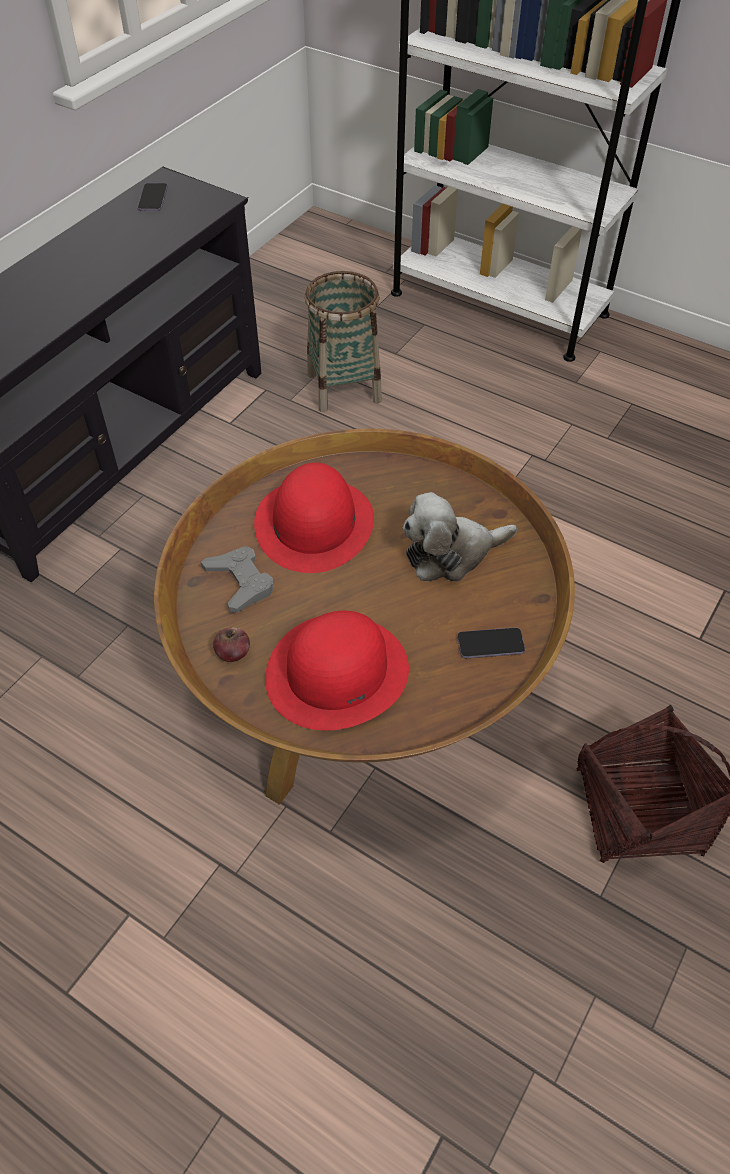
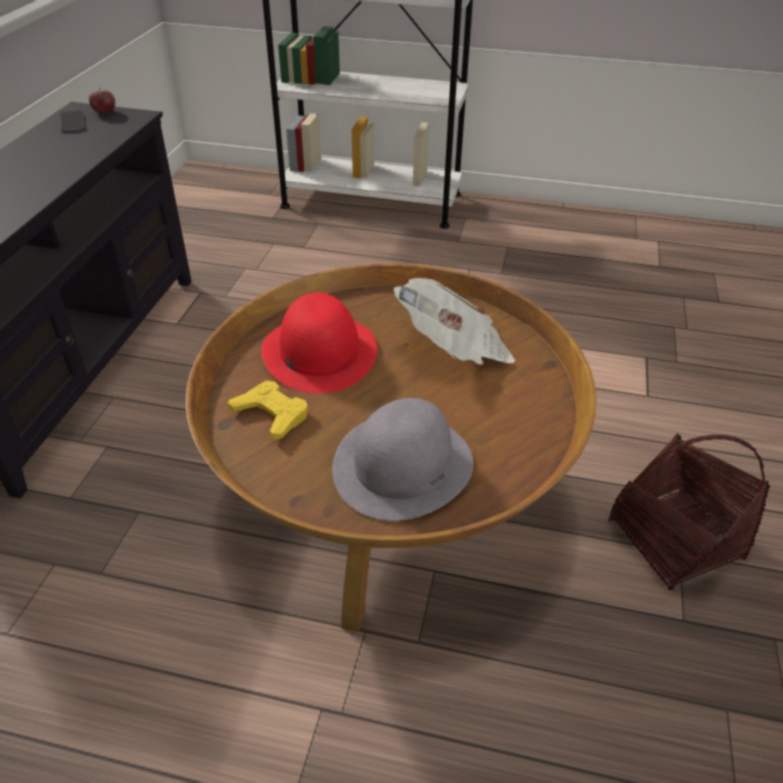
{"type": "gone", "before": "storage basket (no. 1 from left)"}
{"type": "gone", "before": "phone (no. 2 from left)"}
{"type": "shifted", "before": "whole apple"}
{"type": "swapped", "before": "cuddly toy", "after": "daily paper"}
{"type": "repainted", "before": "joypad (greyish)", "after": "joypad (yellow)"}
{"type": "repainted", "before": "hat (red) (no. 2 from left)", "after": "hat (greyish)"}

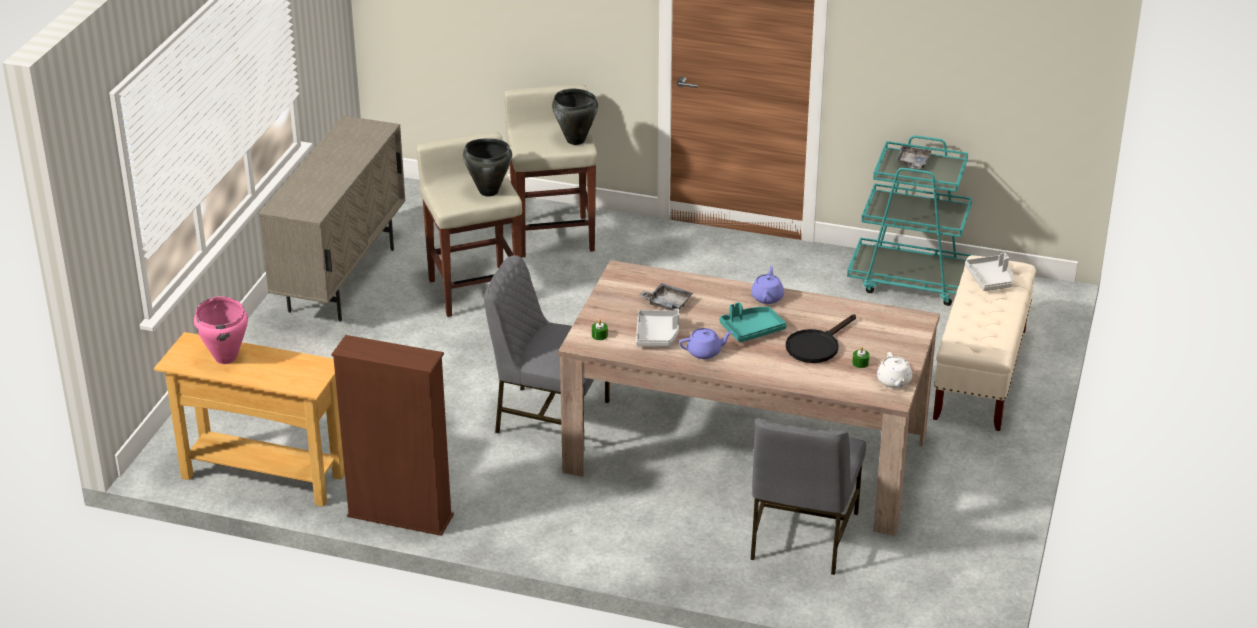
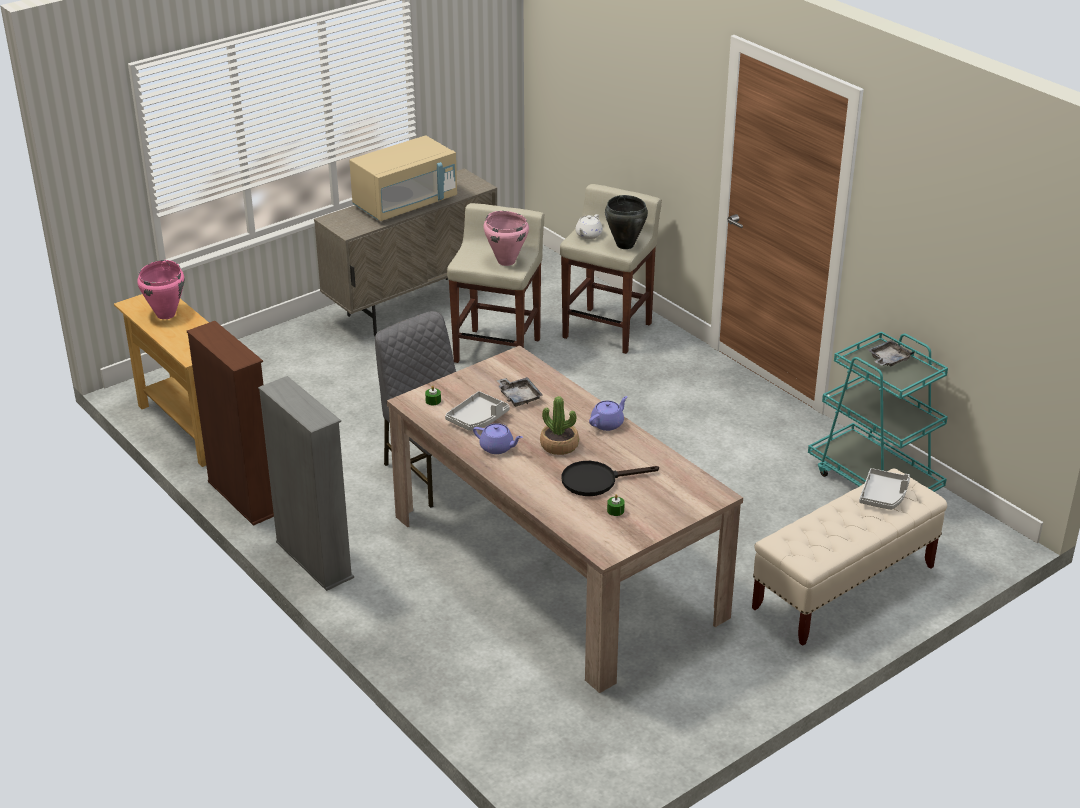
{"type": "gone", "before": "chair (greyish) (no. 2 from left)"}
{"type": "new", "after": "bookshelf (greyish)"}
{"type": "new", "after": "kitchen microwave (beige)"}
{"type": "shifted", "before": "teapot (whitish)"}
{"type": "swapped", "before": "carrying tray (blue-green)", "after": "plant in a pot"}
{"type": "repainted", "before": "saucepot (blackish) (no. 1 from left)", "after": "saucepot (pinkish) (no. 2 from left)"}

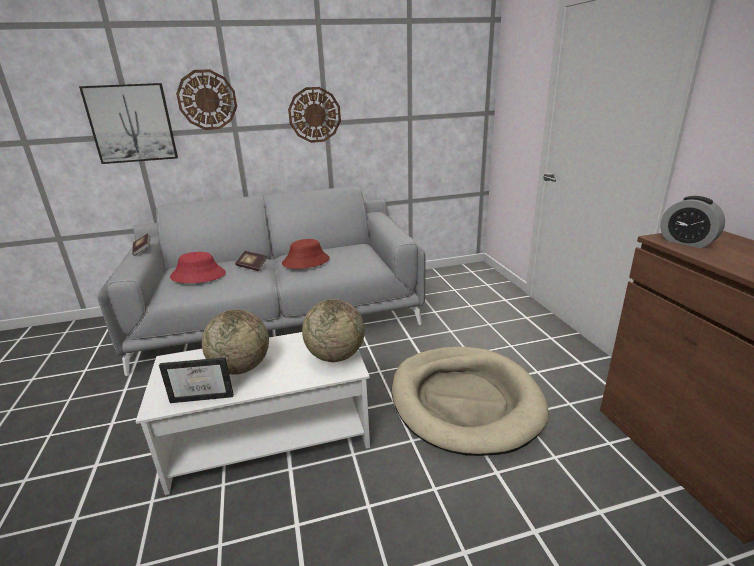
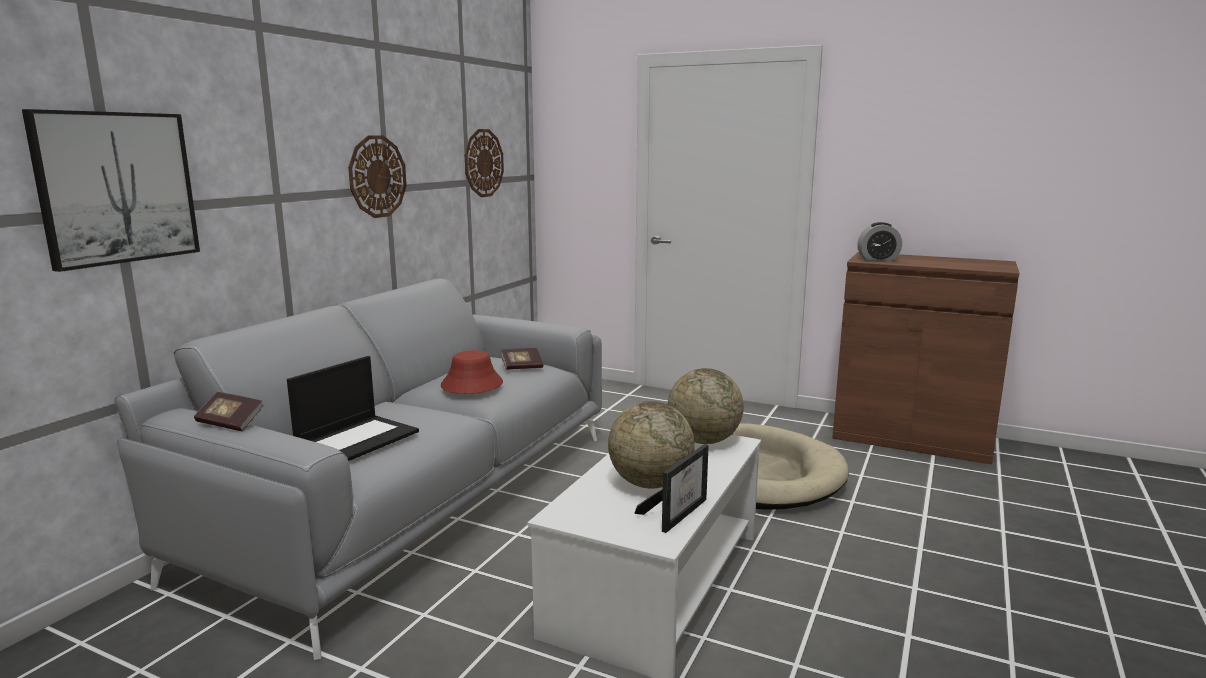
{"type": "shifted", "before": "hanging clock (no. 1 from left in the first image)", "after": "hanging clock (no. 2 from left)"}
{"type": "shifted", "before": "book (no. 2 from left)"}
{"type": "swapped", "before": "hat (red) (no. 1 from left)", "after": "laptop"}

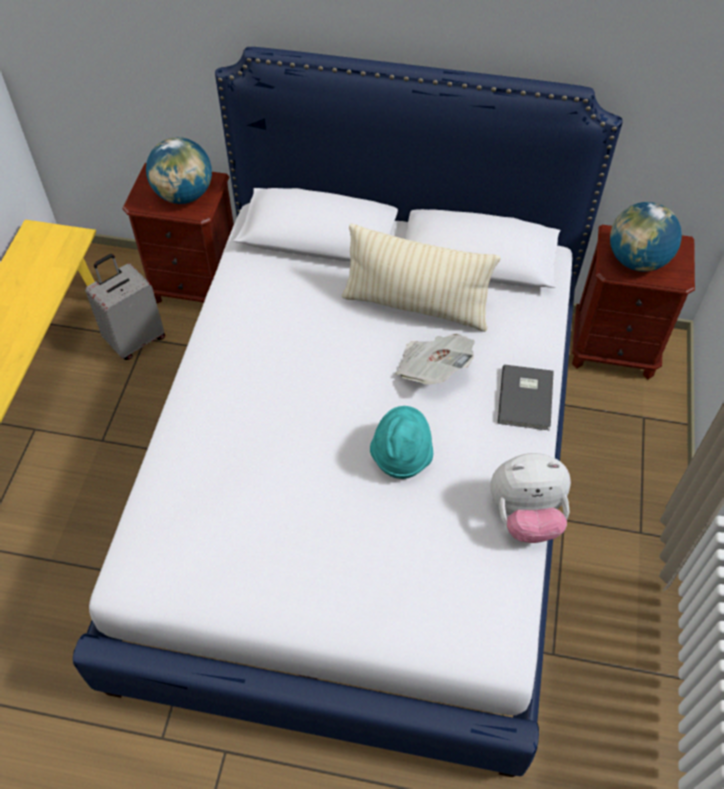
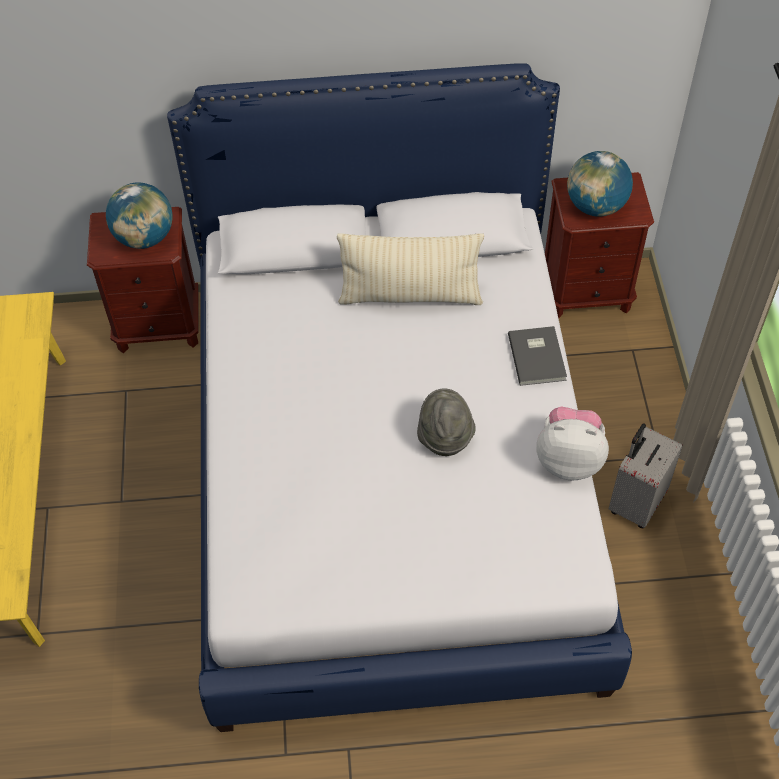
{"type": "gone", "before": "daily paper"}
{"type": "shifted", "before": "travel case (greyish)"}
{"type": "repainted", "before": "hat (blue-green)", "after": "hat (greyish)"}
{"type": "rotated", "before": "cuddly toy", "turn": -150}

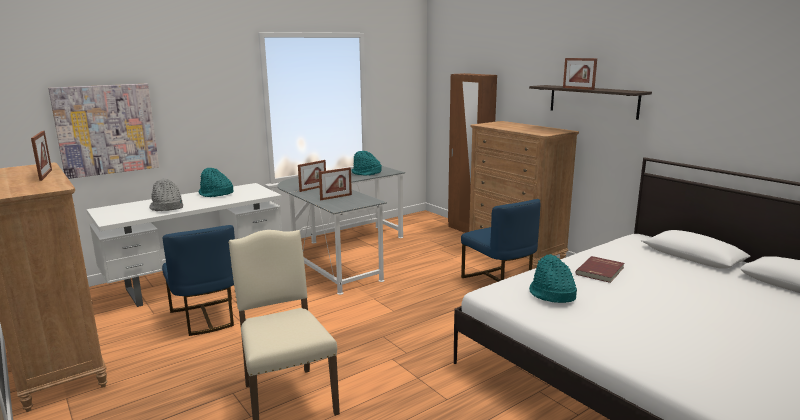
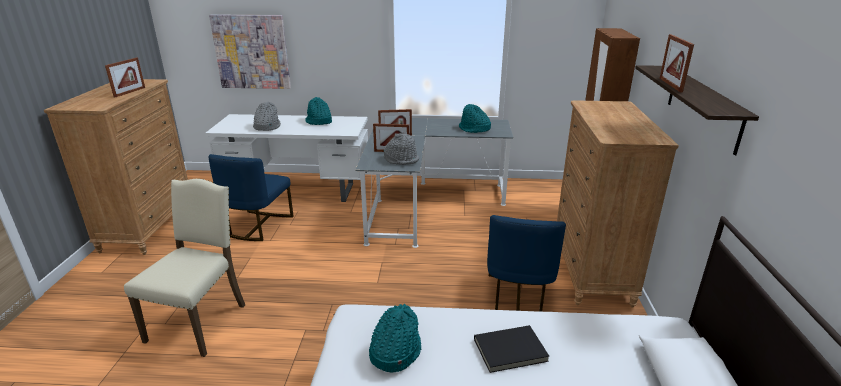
{"type": "new", "after": "hat (greyish) (no. 2 from left)"}
{"type": "repainted", "before": "book (red)", "after": "book (blackish)"}

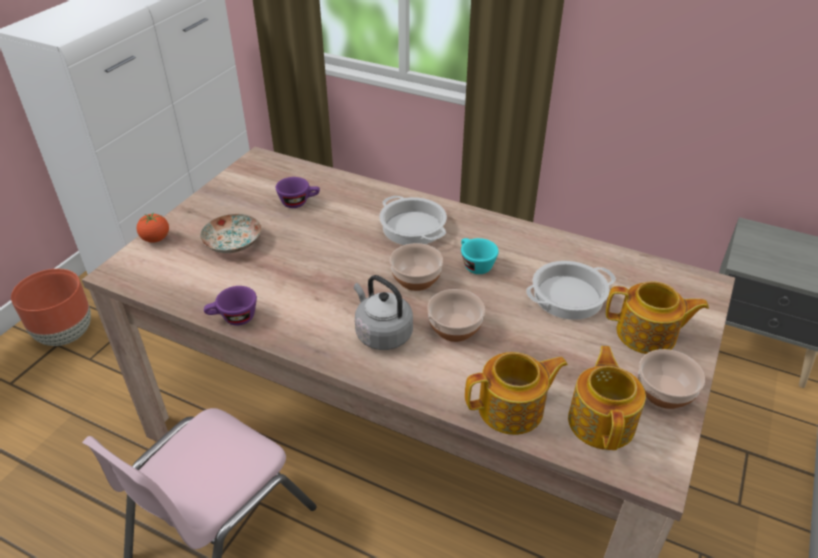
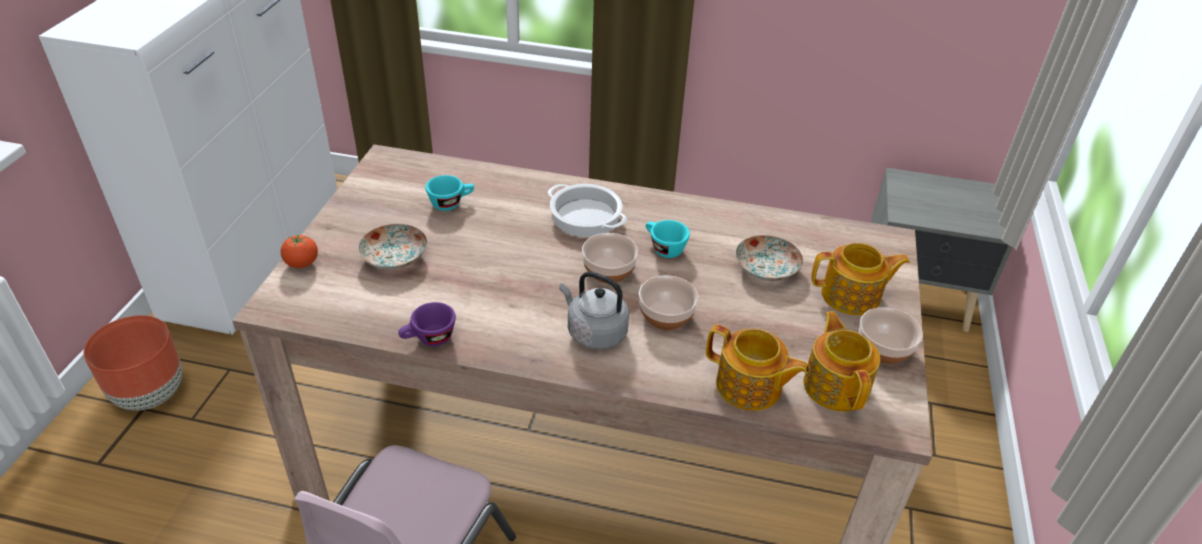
{"type": "swapped", "before": "saucepot (no. 2 from left)", "after": "plate (no. 2 from left)"}
{"type": "repainted", "before": "cup (purple-coloured) (no. 2 from left)", "after": "cup (blue-green) (no. 1 from left)"}
{"type": "rotated", "before": "teapot (no. 1 from left)", "turn": 60}

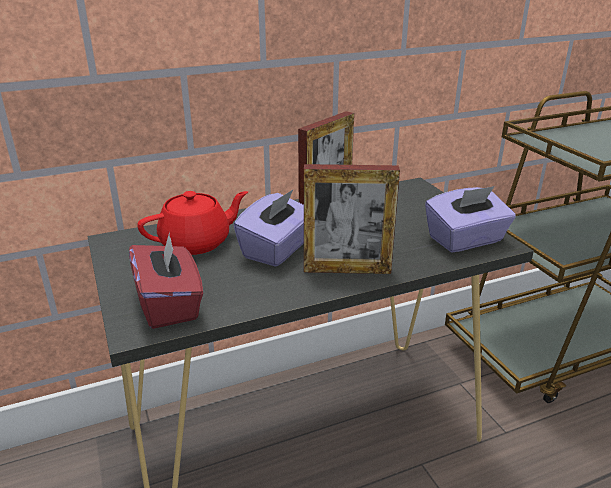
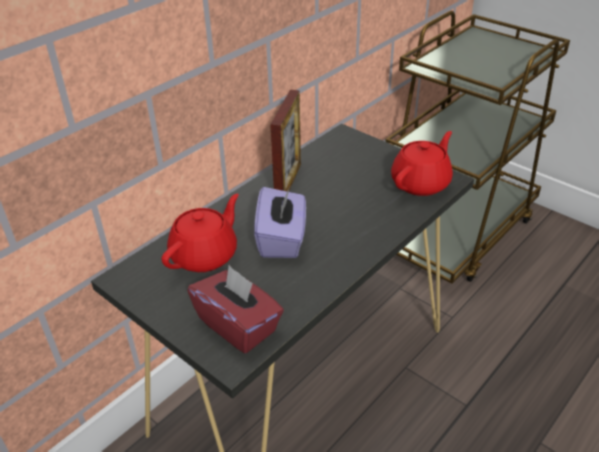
{"type": "gone", "before": "picture frame (no. 2 from left)"}
{"type": "swapped", "before": "tissue holder (purple-coloured) (no. 2 from left)", "after": "teapot (red) (no. 2 from left)"}

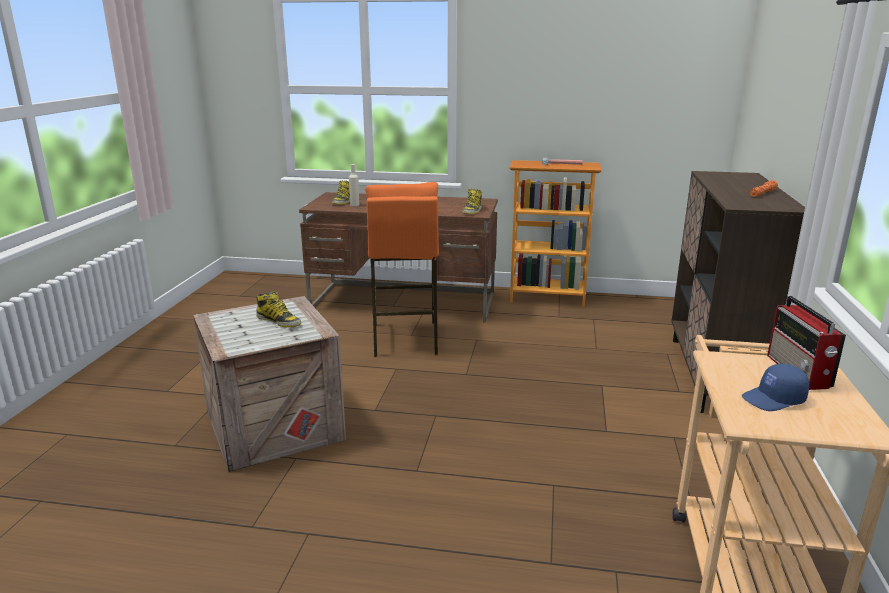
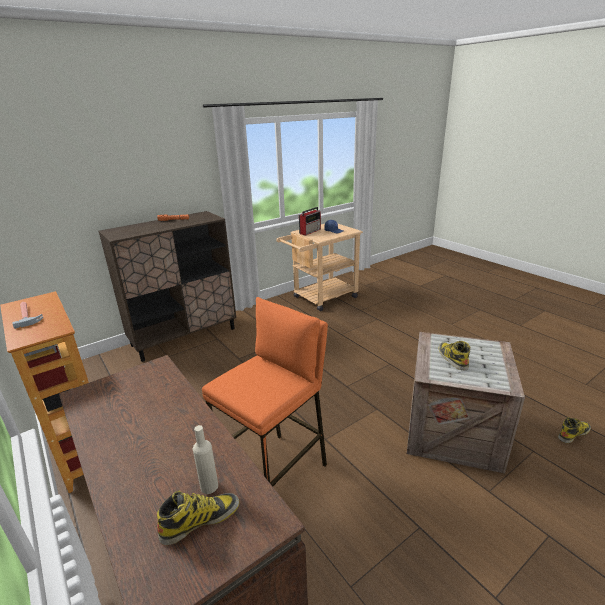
{"type": "shifted", "before": "boot (no. 3 from left)"}

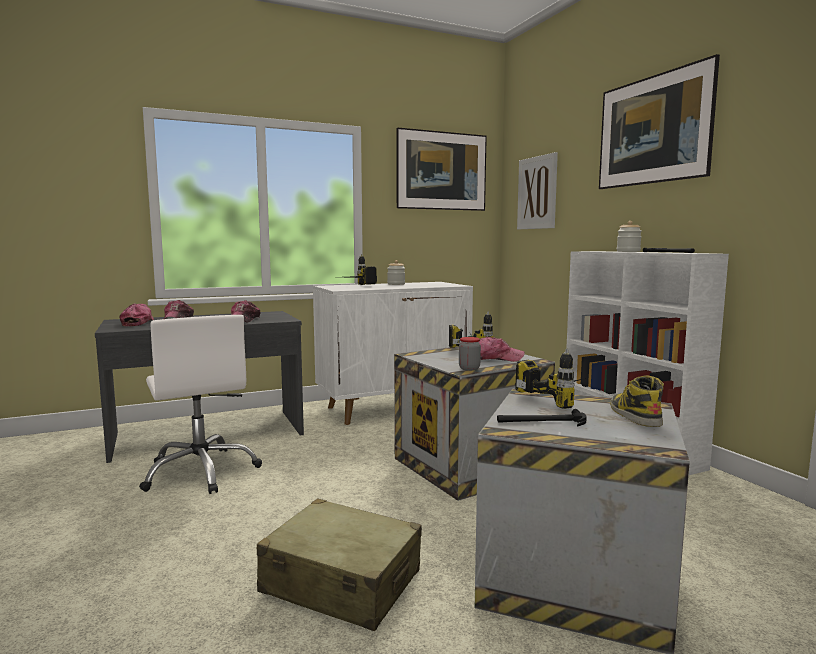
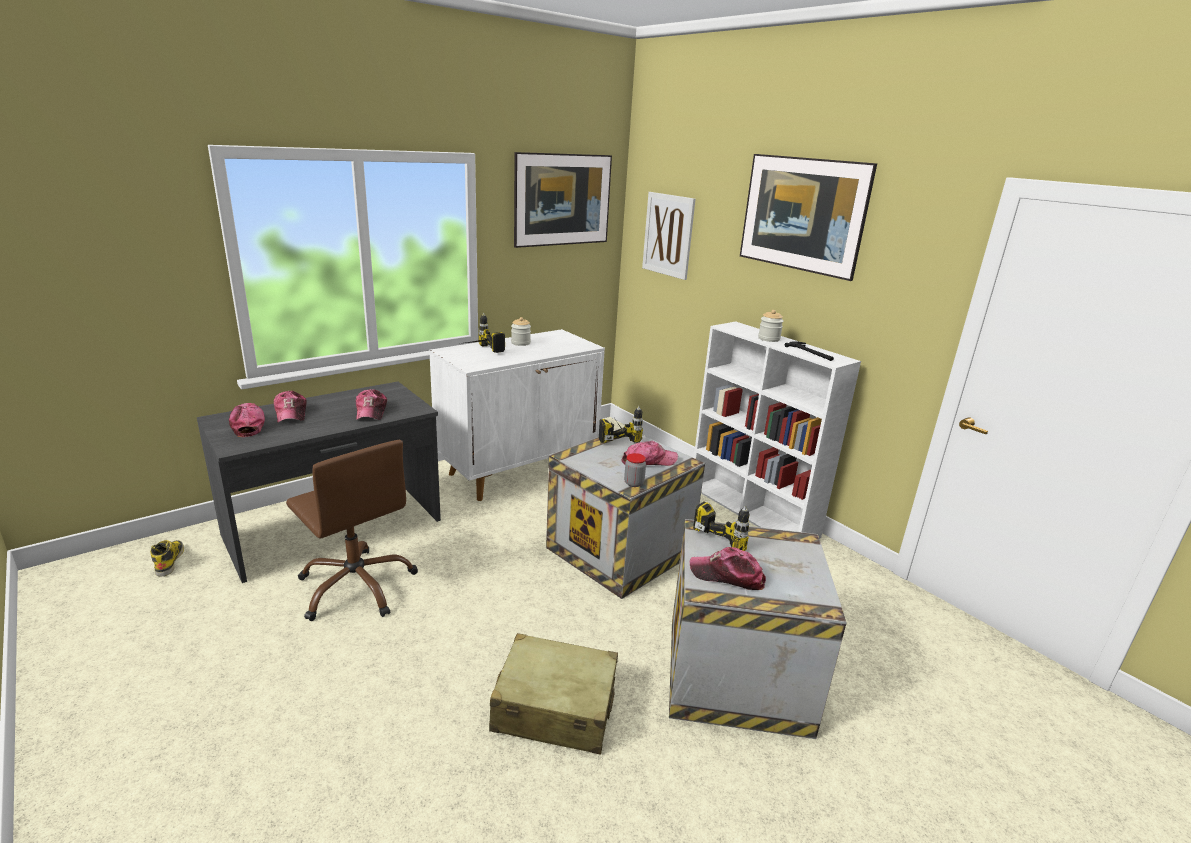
{"type": "shifted", "before": "boot"}
{"type": "swapped", "before": "hand hammer (no. 1 from left)", "after": "peaked cap (no. 5 from left)"}
{"type": "repainted", "before": "computer chair (whitish)", "after": "computer chair (brownish)"}

